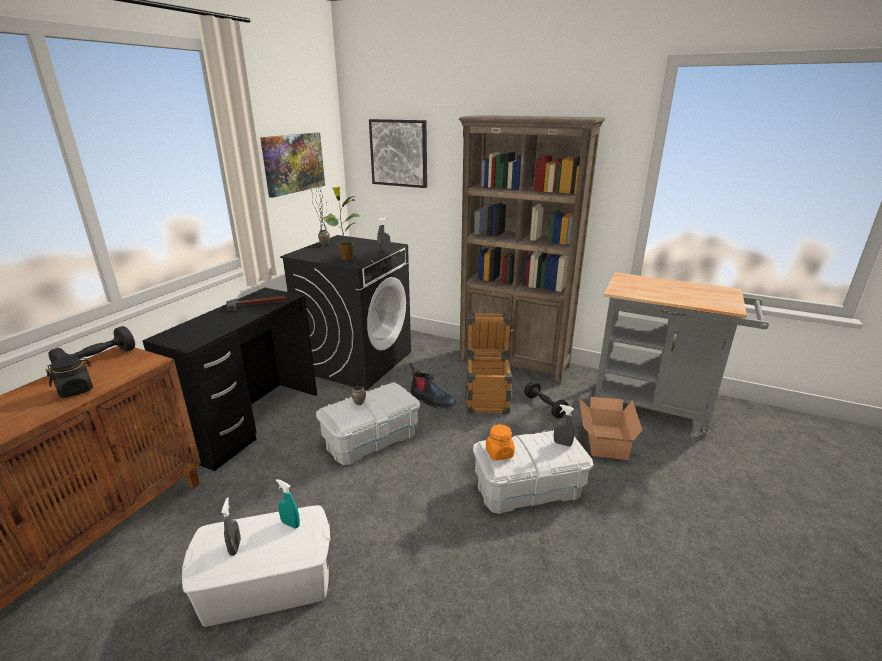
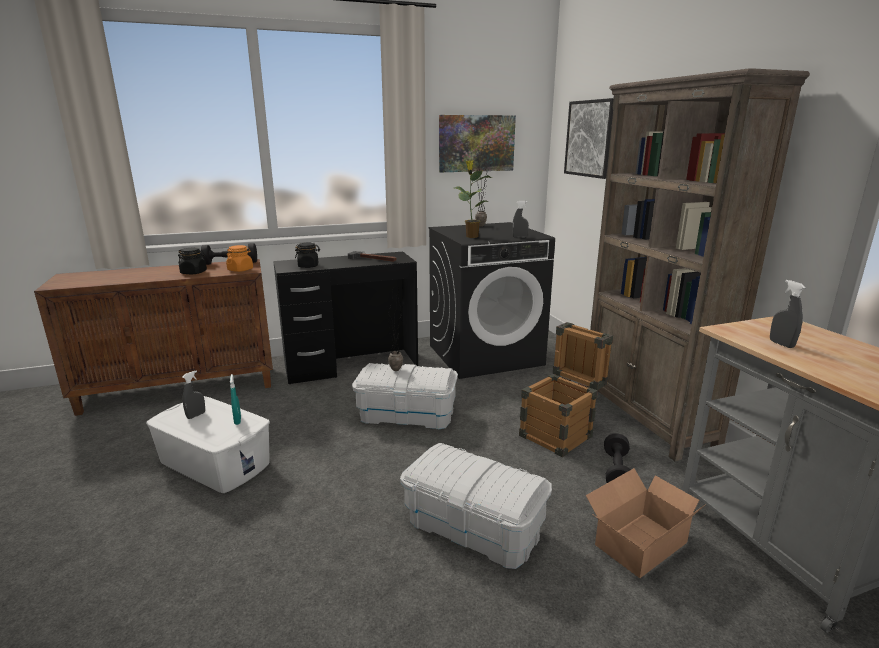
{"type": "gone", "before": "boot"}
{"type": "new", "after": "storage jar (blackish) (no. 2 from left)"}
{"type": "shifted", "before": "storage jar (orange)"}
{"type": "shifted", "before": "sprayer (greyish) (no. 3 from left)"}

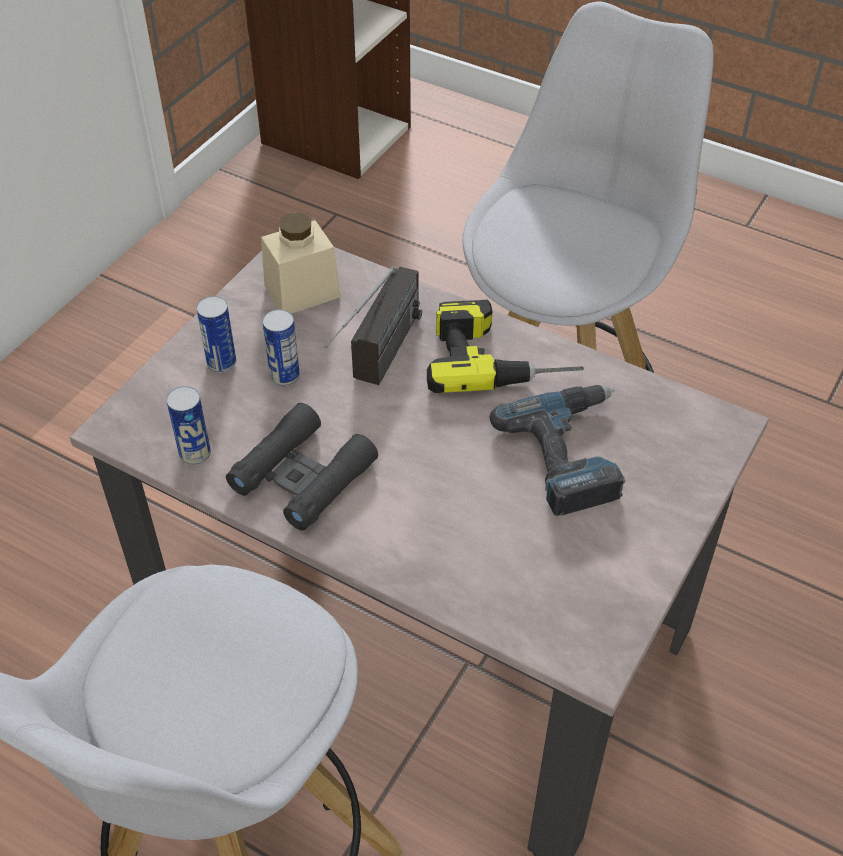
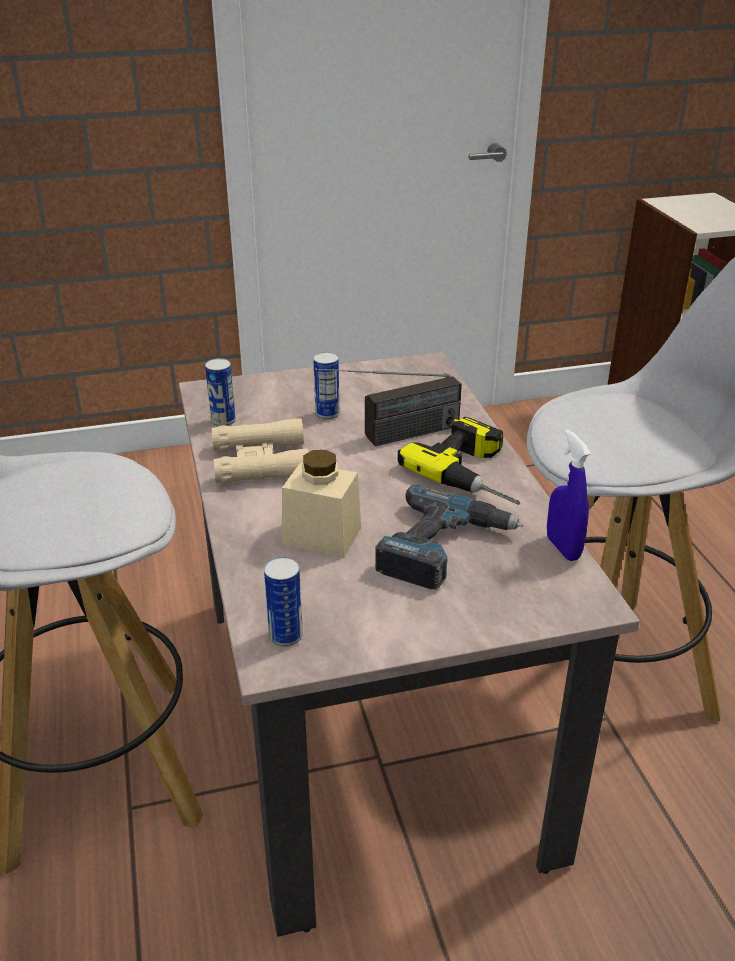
{"type": "new", "after": "sprayer (blue-coloured)"}
{"type": "shifted", "before": "sealed can (no. 2 from left)"}
{"type": "shifted", "before": "storage jar (beige)"}
{"type": "repainted", "before": "binoculars (blackish)", "after": "binoculars (beige)"}

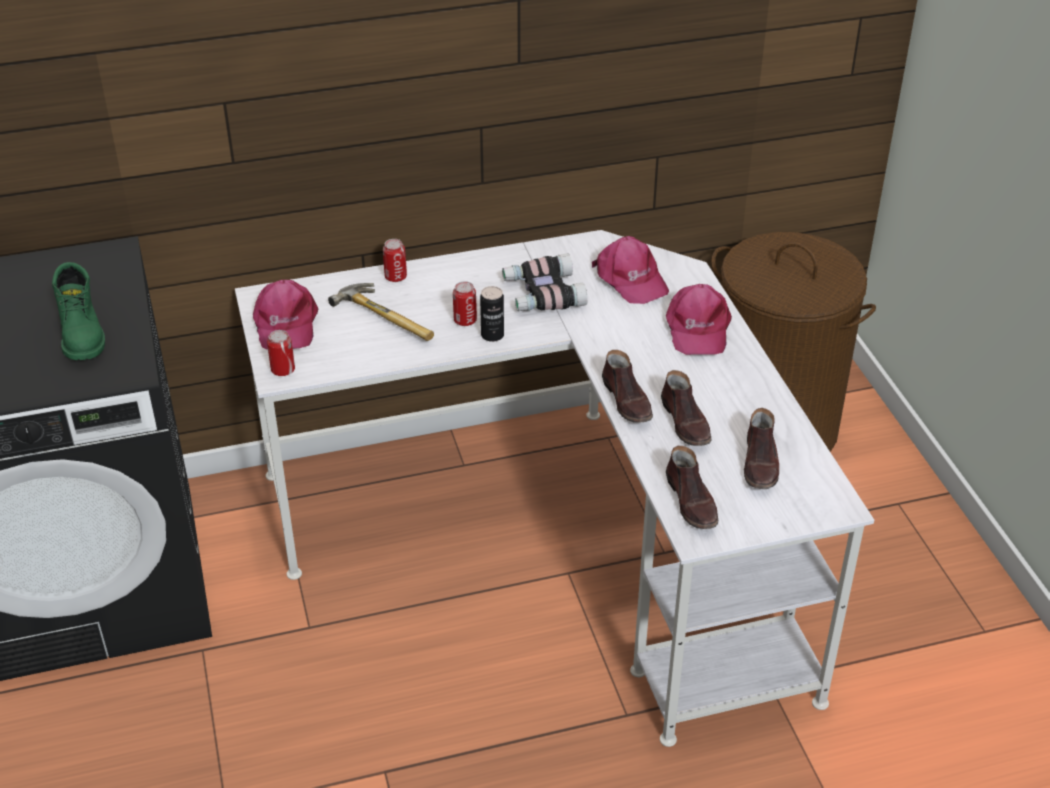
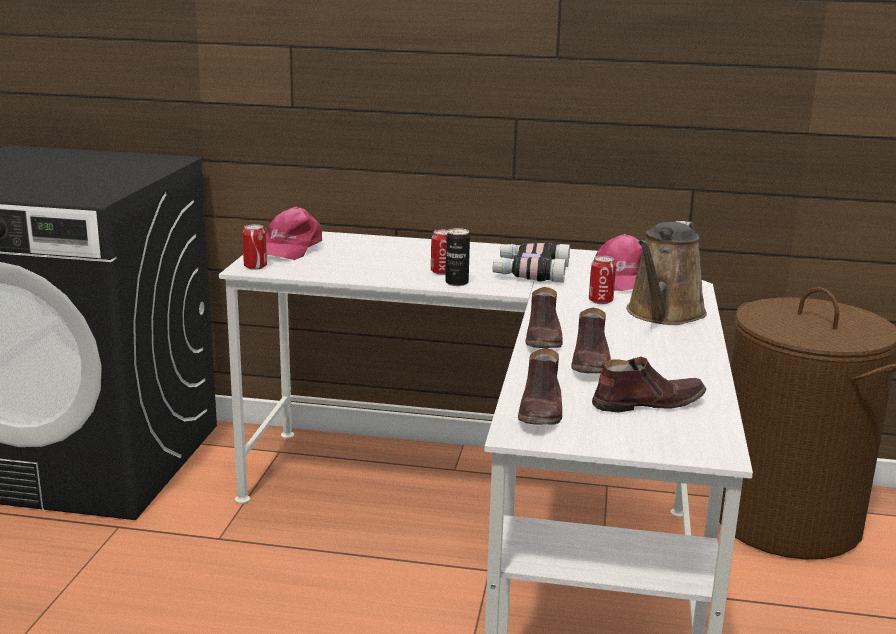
{"type": "gone", "before": "boot (greenish)"}
{"type": "gone", "before": "hand hammer"}
{"type": "shifted", "before": "sealed can (no. 2 from left in the first image)", "after": "sealed can (no. 4 from left)"}
{"type": "swapped", "before": "peaked cap (pinkish) (no. 3 from left)", "after": "watering pot (brownish)"}
{"type": "rotated", "before": "low shoe (brownish) (no. 4 from left)", "turn": -135}

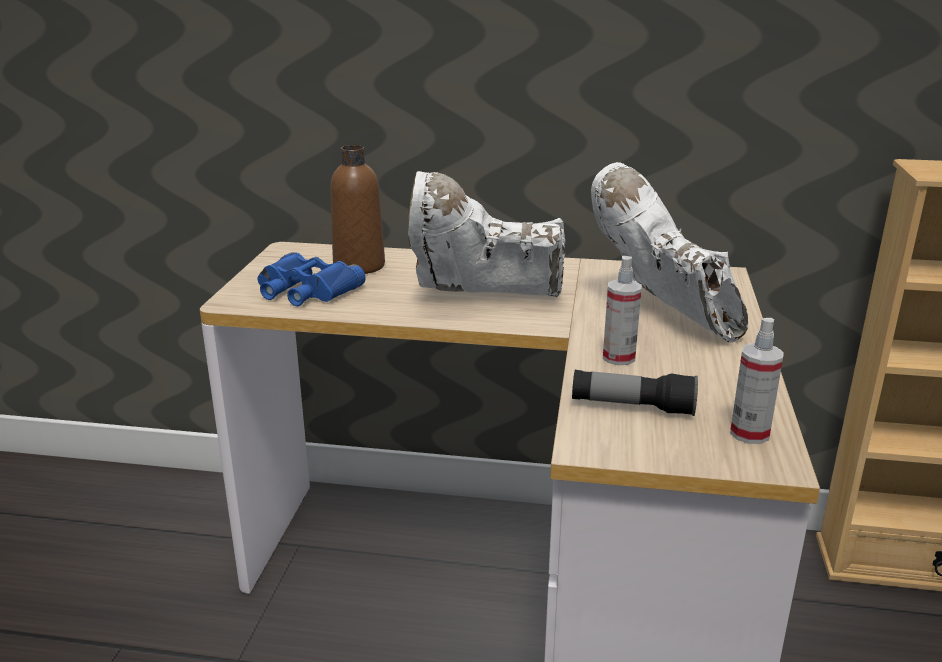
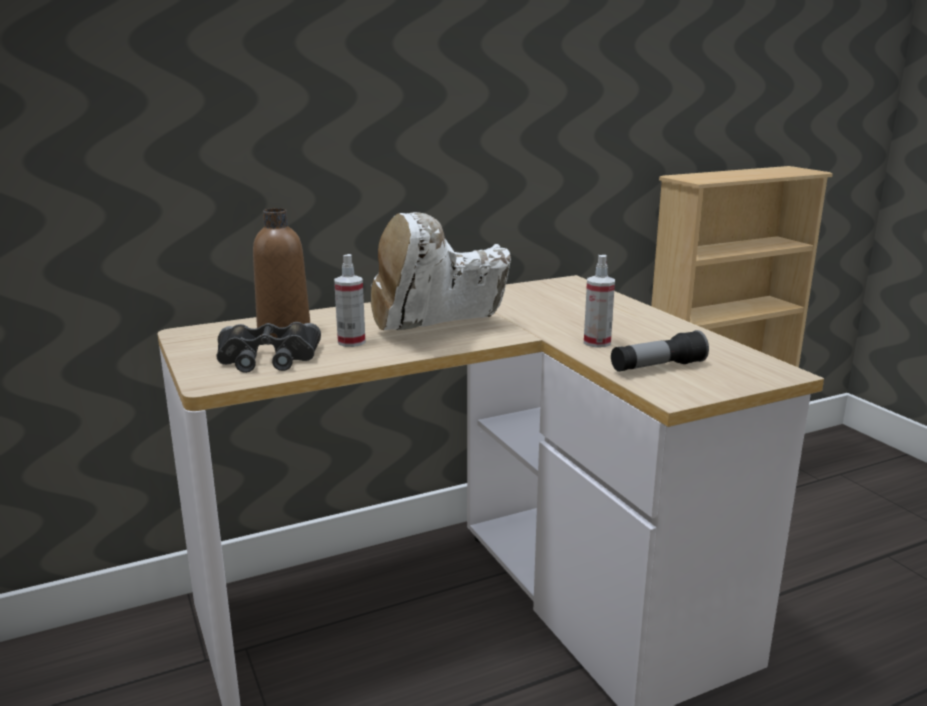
{"type": "gone", "before": "boot (whitish) (no. 2 from left)"}
{"type": "shifted", "before": "sprayer (no. 2 from left in the first image)", "after": "sprayer (no. 1 from left)"}
{"type": "repainted", "before": "binoculars (blue-coloured)", "after": "binoculars (blackish)"}

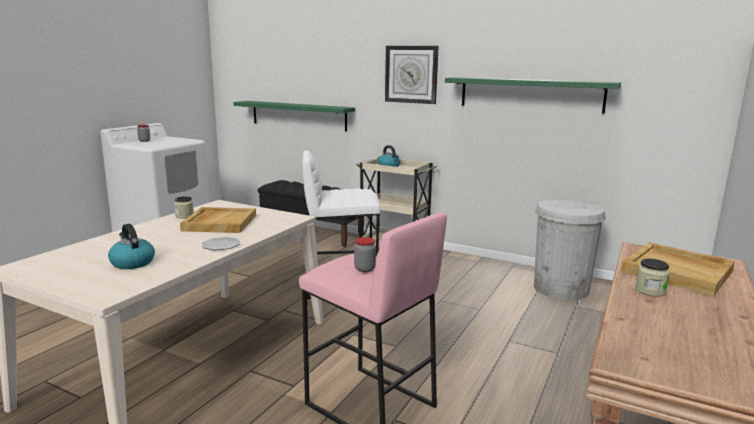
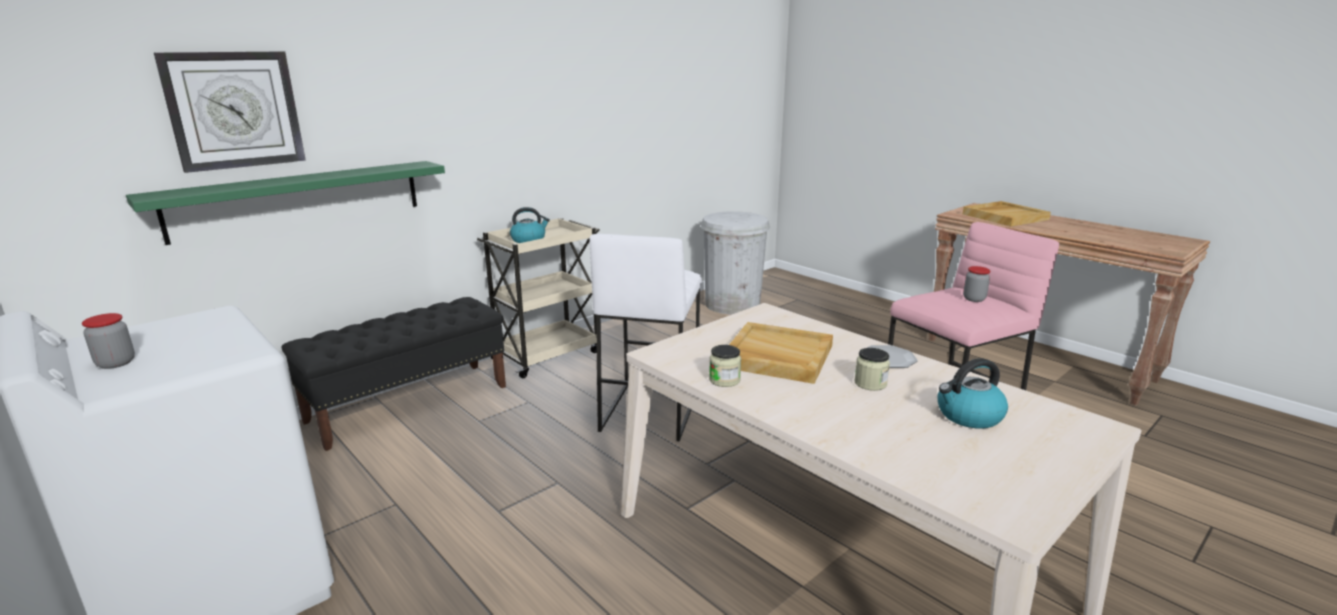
{"type": "gone", "before": "bracket shelf (greenish) (no. 2 from left)"}
{"type": "shifted", "before": "hanging clock"}
{"type": "shifted", "before": "storage jar (no. 4 from left in the first image)", "after": "storage jar (no. 3 from left)"}

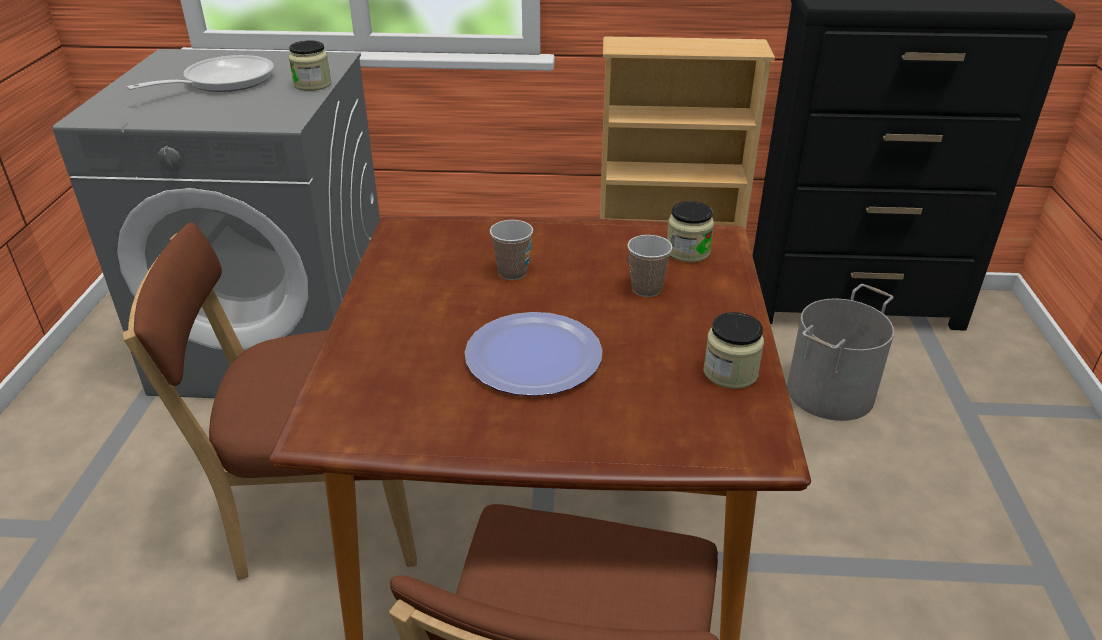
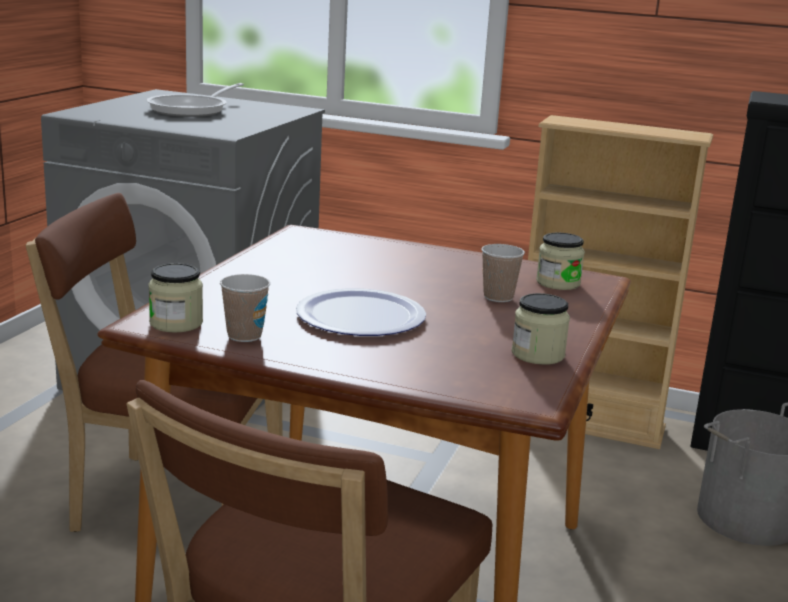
{"type": "shifted", "before": "storage jar (no. 1 from left)"}
{"type": "shifted", "before": "cup (no. 1 from left)"}
{"type": "rotated", "before": "frying pan", "turn": 150}

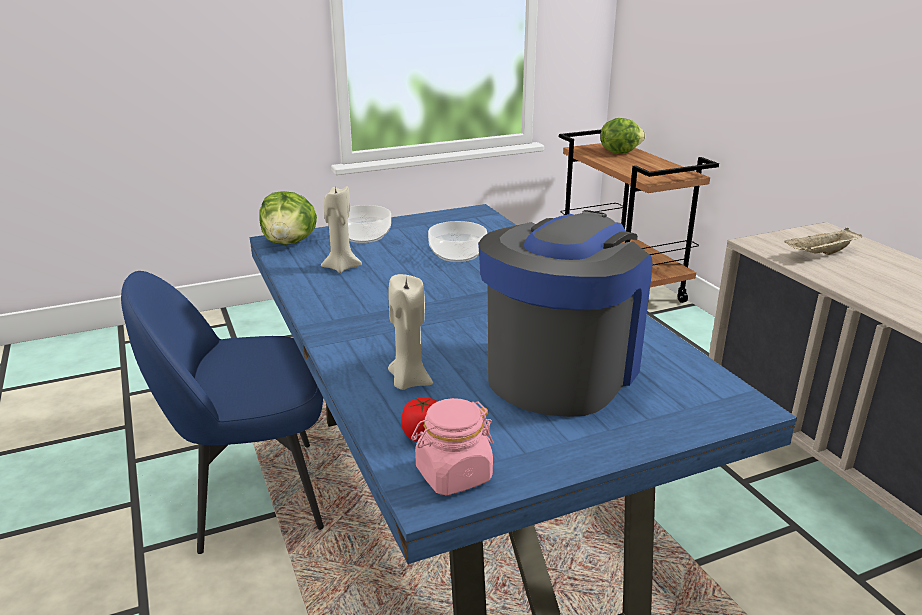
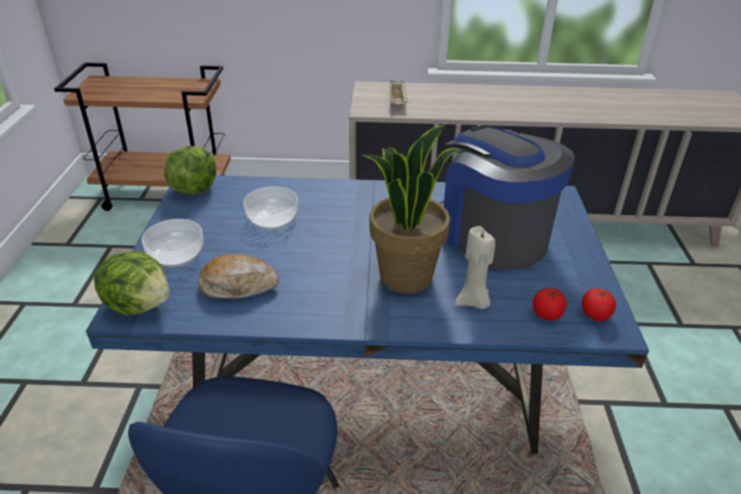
{"type": "new", "after": "plant in a pot"}
{"type": "shifted", "before": "head of lettuce (no. 2 from left)"}
{"type": "swapped", "before": "wax candle (beige) (no. 1 from left)", "after": "baked bread"}
{"type": "swapped", "before": "storage jar (pinkish)", "after": "fresh tomato (no. 2 from left)"}

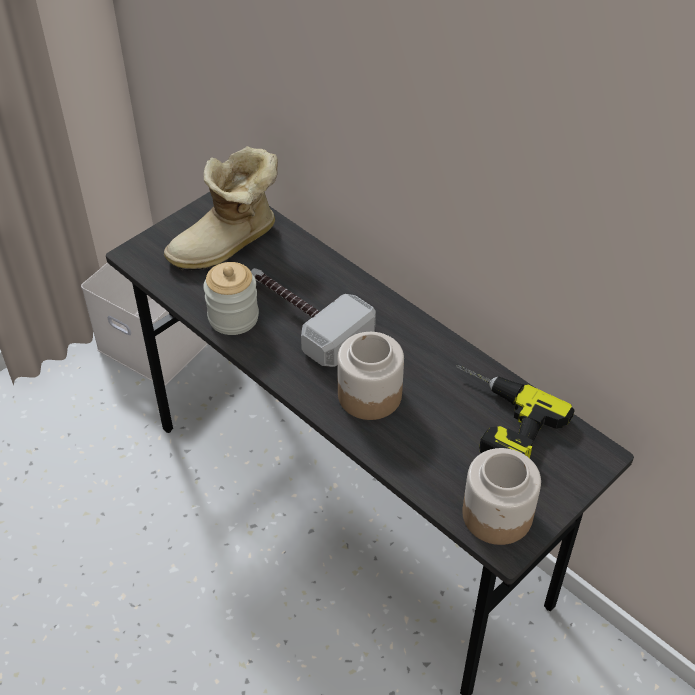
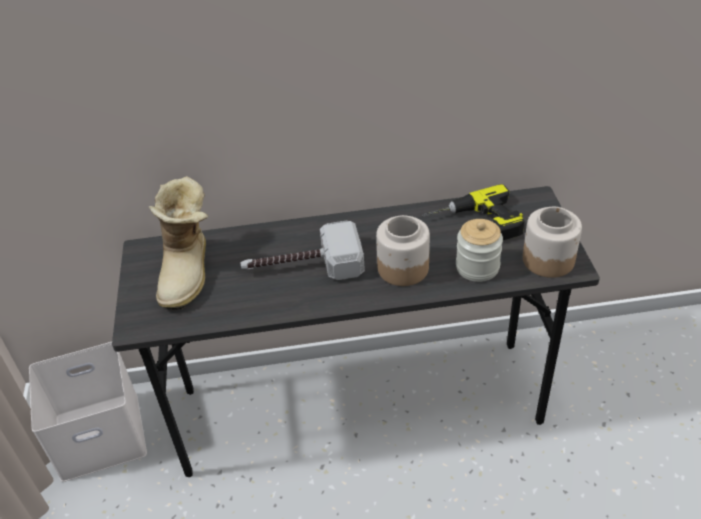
{"type": "shifted", "before": "storage jar (no. 1 from left in the first image)", "after": "storage jar (no. 2 from left)"}

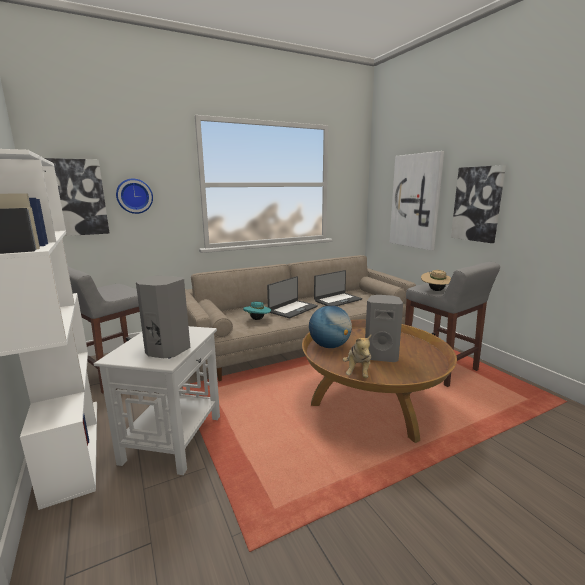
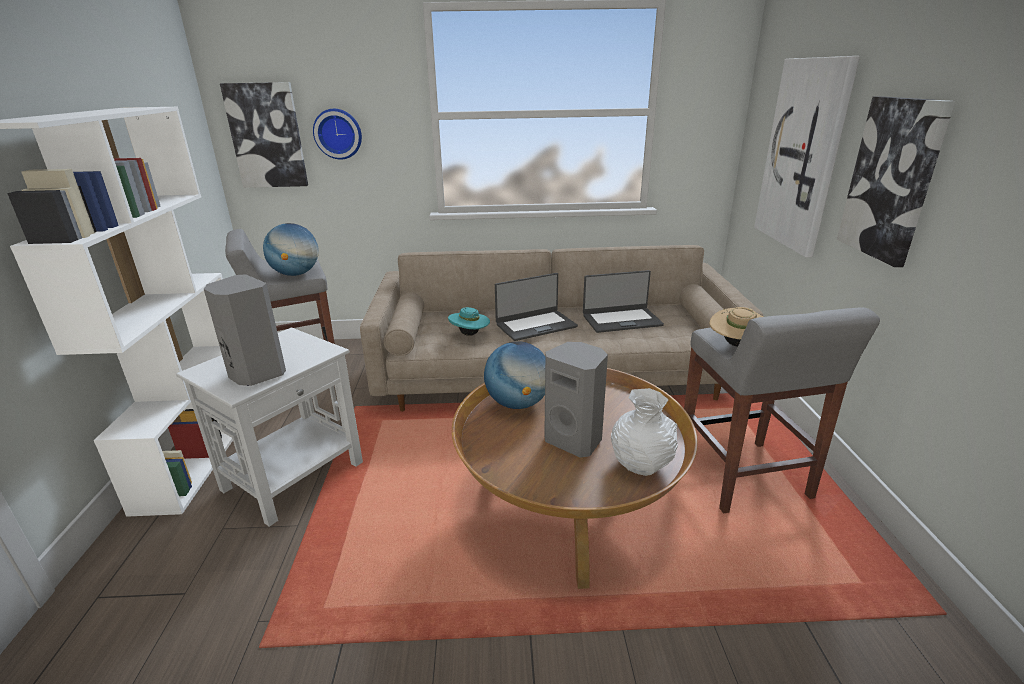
{"type": "gone", "before": "cuddly toy"}
{"type": "new", "after": "world globe (no. 1 from left)"}
{"type": "new", "after": "flower vase (whitish)"}

